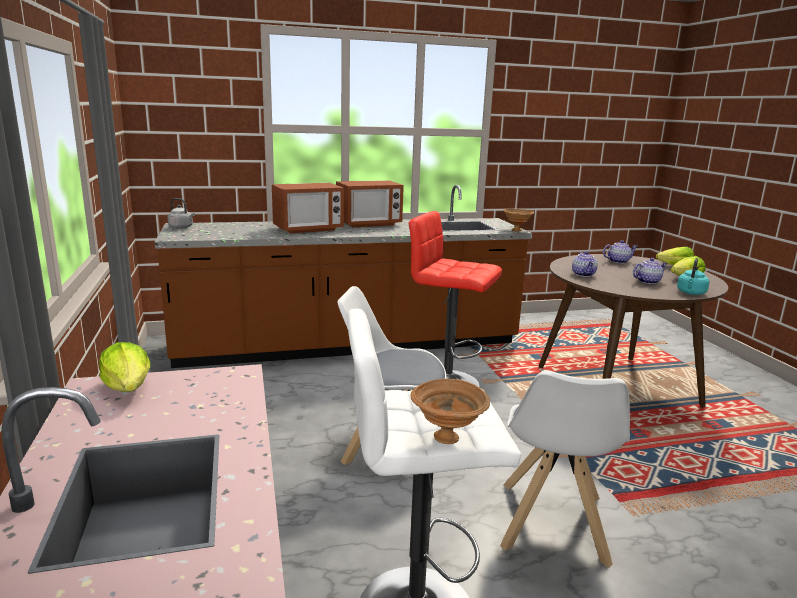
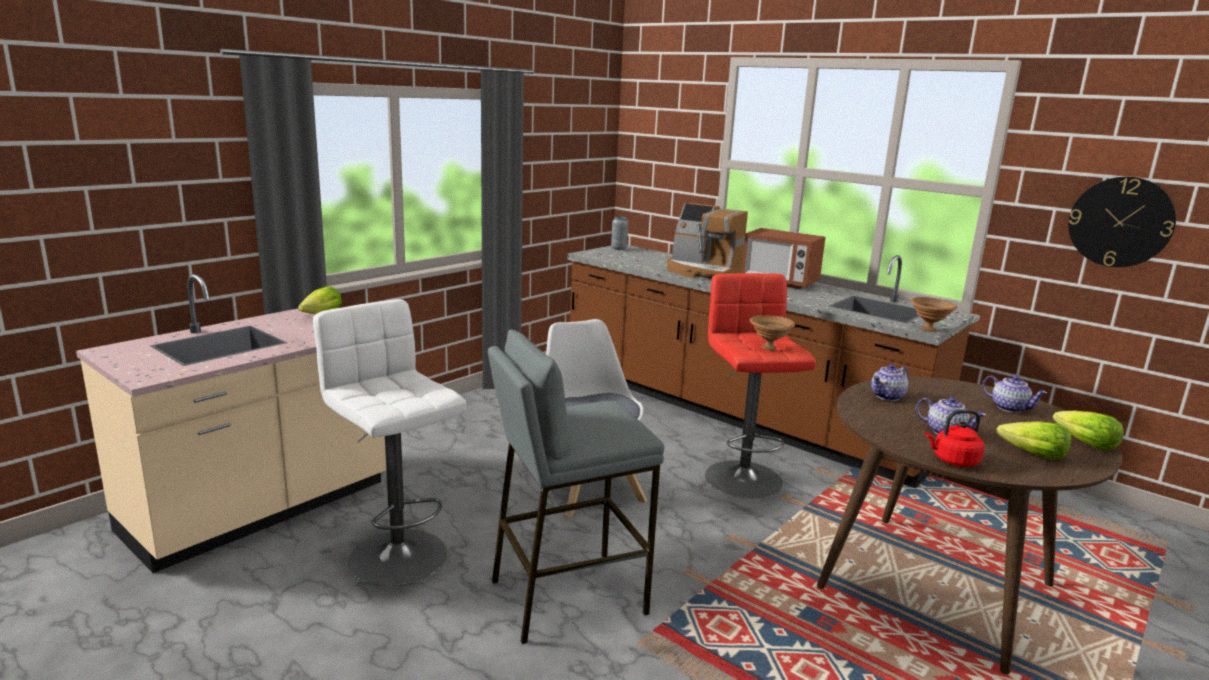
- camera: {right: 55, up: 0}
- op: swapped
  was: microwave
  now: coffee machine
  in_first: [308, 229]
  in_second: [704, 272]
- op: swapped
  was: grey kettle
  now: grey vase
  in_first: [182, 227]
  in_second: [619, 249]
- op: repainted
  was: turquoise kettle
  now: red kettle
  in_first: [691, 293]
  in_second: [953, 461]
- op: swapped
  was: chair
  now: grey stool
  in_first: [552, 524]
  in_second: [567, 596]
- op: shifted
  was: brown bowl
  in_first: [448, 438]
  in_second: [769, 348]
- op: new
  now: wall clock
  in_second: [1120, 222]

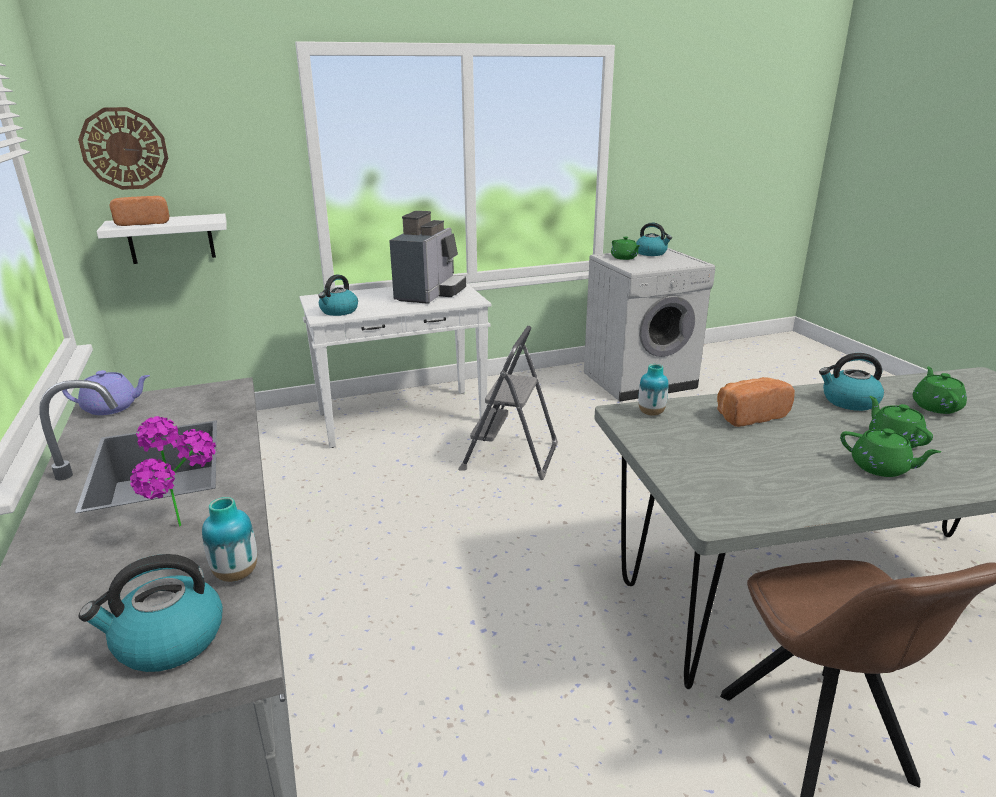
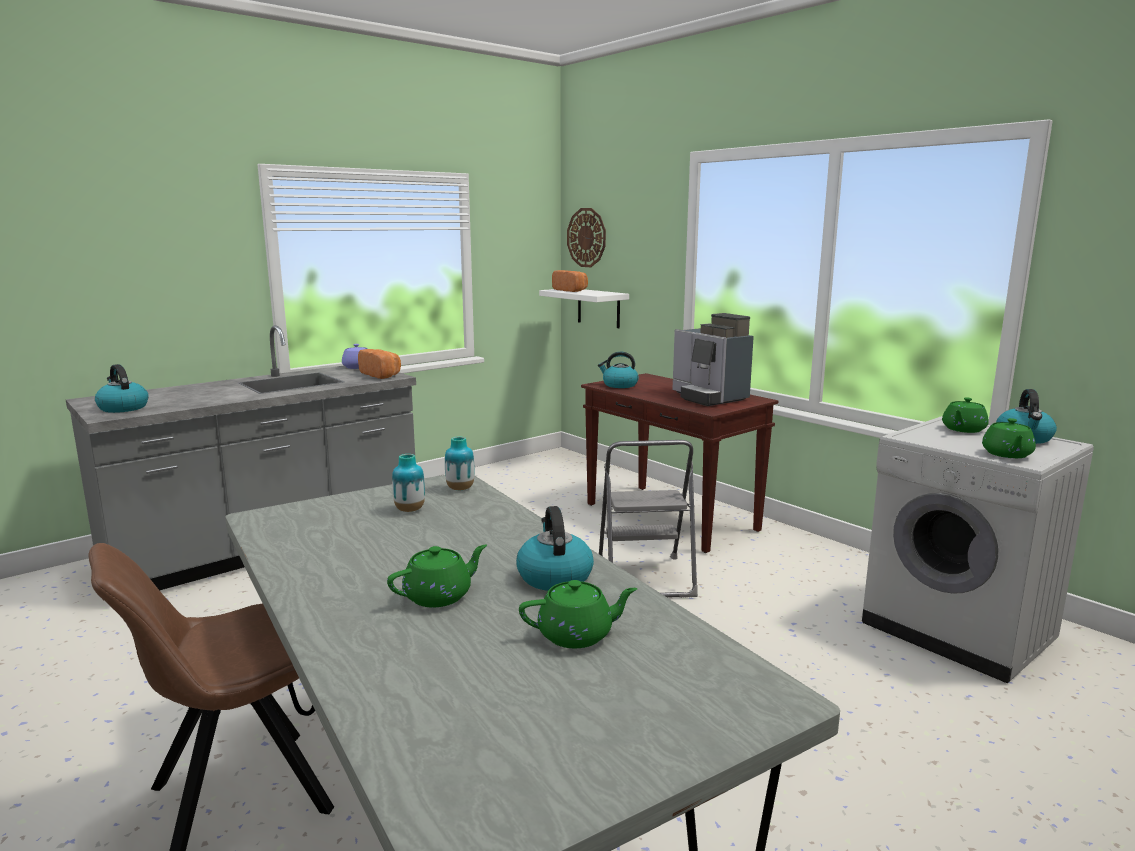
- camera: {right: 70, up: -10}
- op: rotated
  was: coffee machine
  in_first: [430, 294]
  in_second: [708, 397]
  clockwise: 60
- op: repainted
  was: white console table
  now: brown console table
  in_first: [403, 417]
  in_second: [672, 517]
- op: shifted
  was: bread
  in_first: [748, 415]
  in_second: [382, 375]
- op: gone
  was: potted plant
  in_first: [189, 530]
- op: shifted
  was: green teapot
  in_first: [881, 468]
  in_second: [1007, 454]
- op: shifted
  was: vase
  in_first: [236, 574]
  in_second: [410, 510]

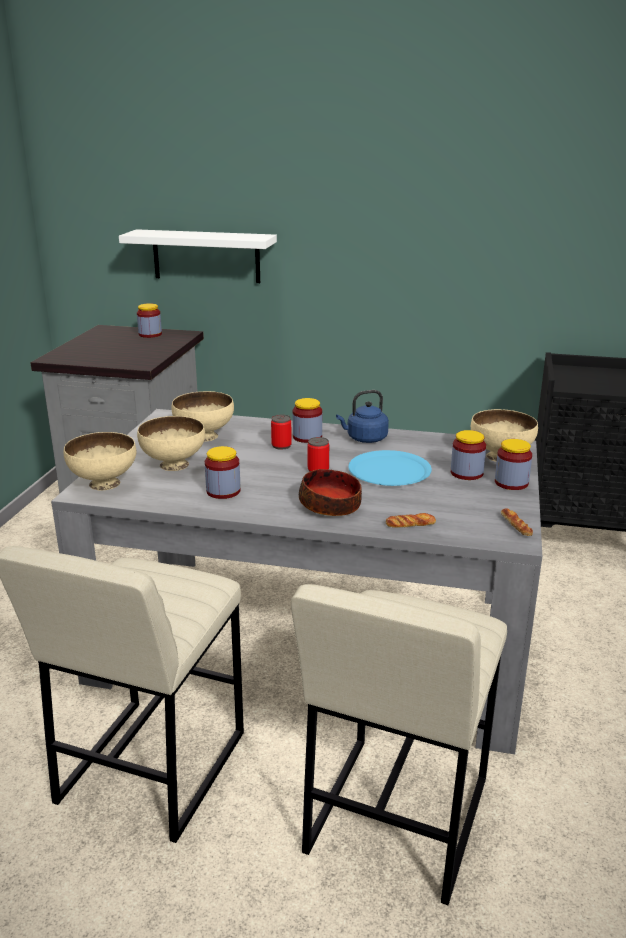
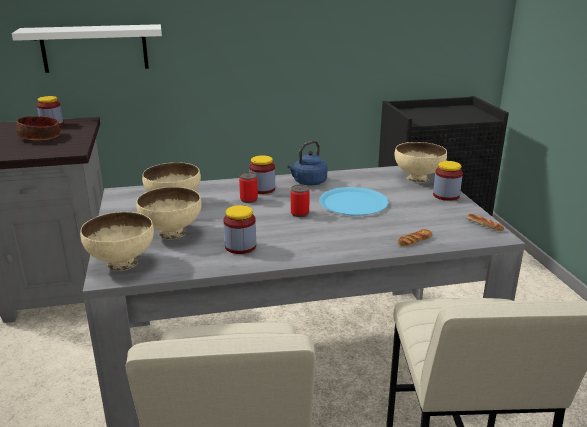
- camera: {right: -25, up: 0}
- op: gone
  was: jar
  in_first: [466, 473]
- op: shifted
  was: bowl
  in_first: [330, 506]
  in_second: [40, 137]

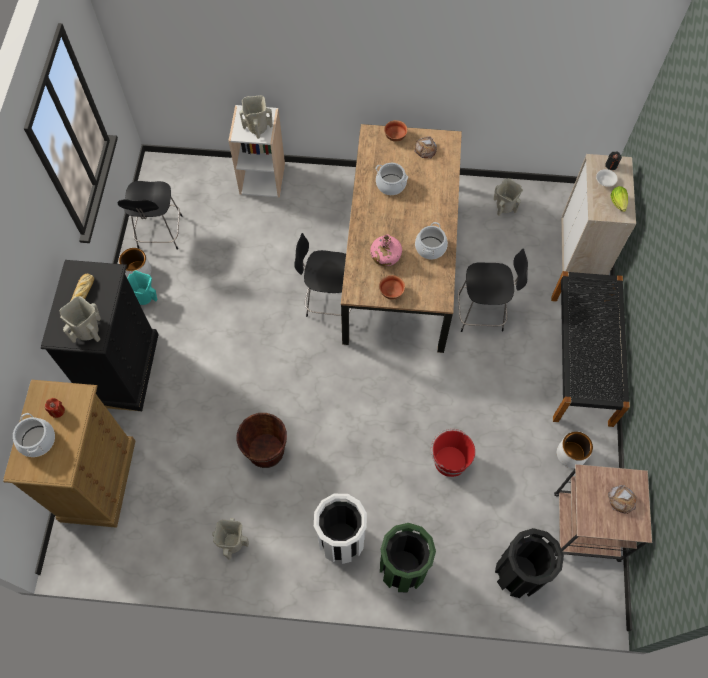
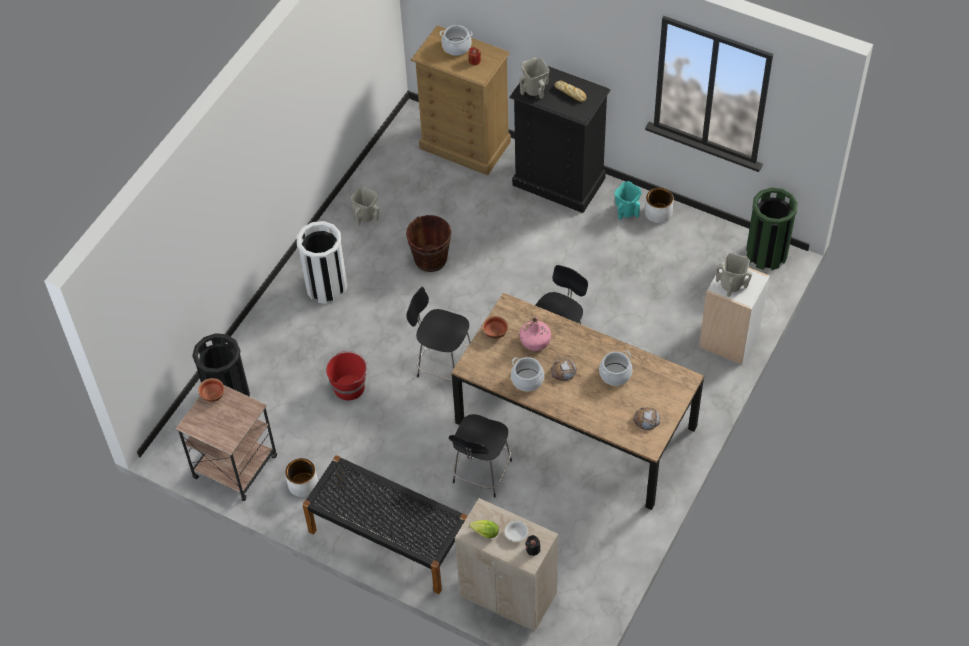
- camera: {right: 115, up: -10}
- op: shifted
  was: bowl
  in_first: [395, 136]
  in_second: [213, 395]
- op: gone
  was: beige vase
  in_first: [504, 207]
- op: shifted
  was: black chair
  in_first: [159, 233]
  in_second: [444, 366]
- op: shifted
  was: bread
  in_first: [621, 500]
  in_second: [563, 371]
- op: shifted
  was: green trash can
  in_first: [403, 568]
  in_second: [766, 254]

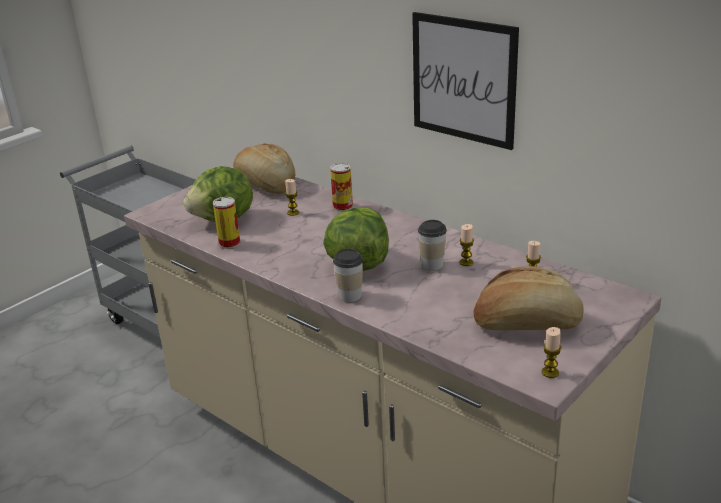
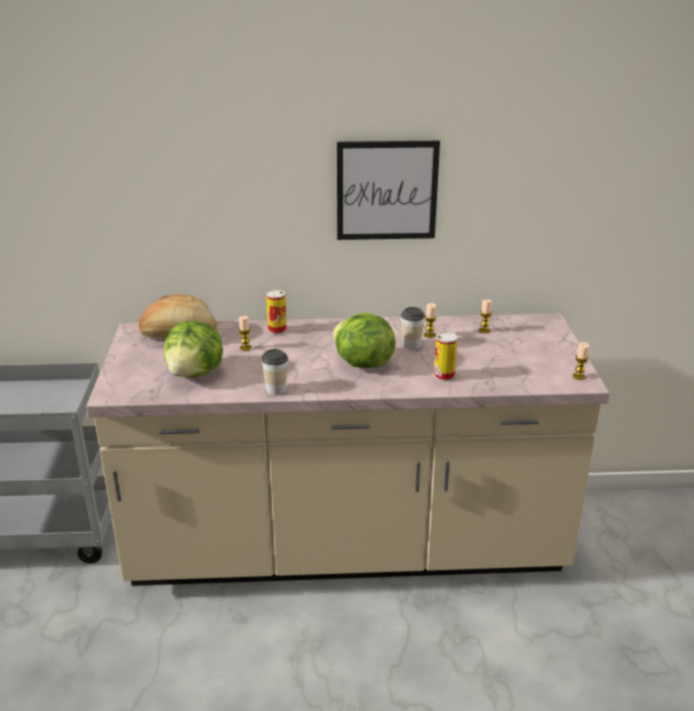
- camera: {right: -45, up: 0}
- op: shifted
  was: can
  in_first: [229, 243]
  in_second: [444, 376]
- op: shifted
  was: cup
  in_first: [350, 296]
  in_second: [276, 390]
- op: gone
  was: bread
  in_first: [527, 324]

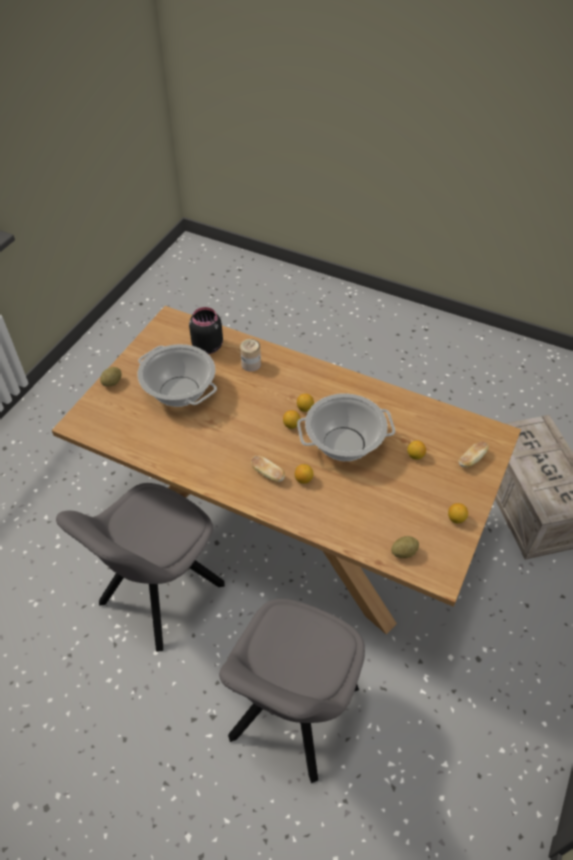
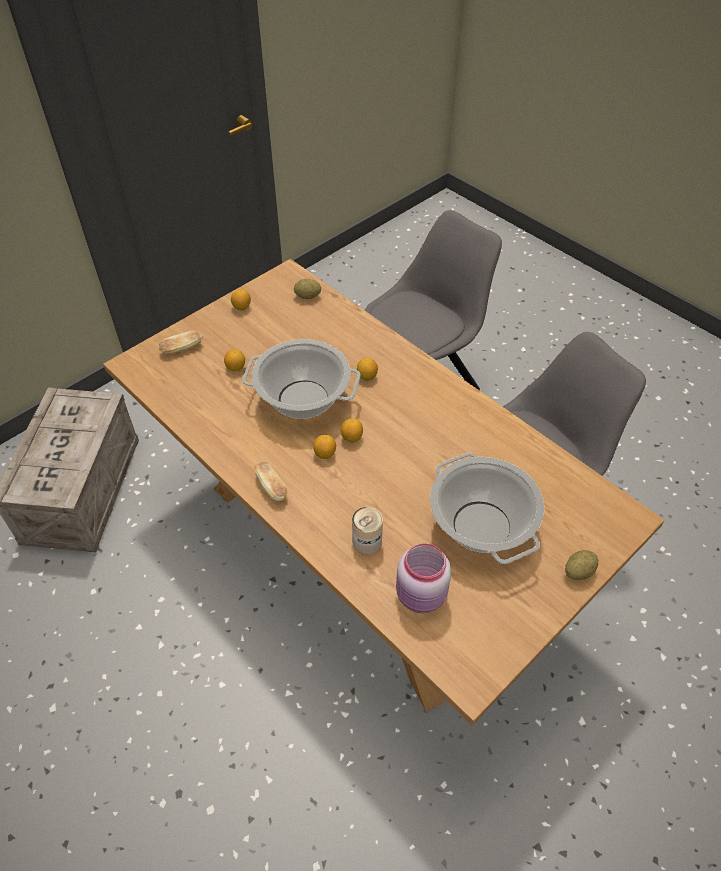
- camera: {right: -160, up: 0}
- op: repainted
  was: black jar
  now: pink jar
  in_first: [207, 346]
  in_second: [421, 596]
- op: shifted
  was: bread
  in_first: [268, 473]
  in_second: [272, 487]

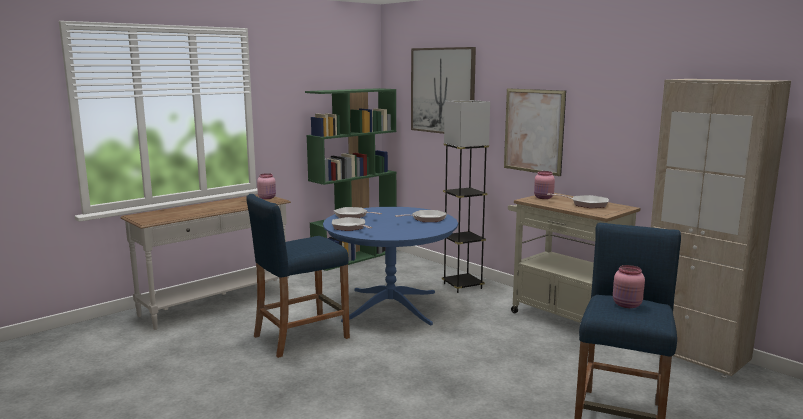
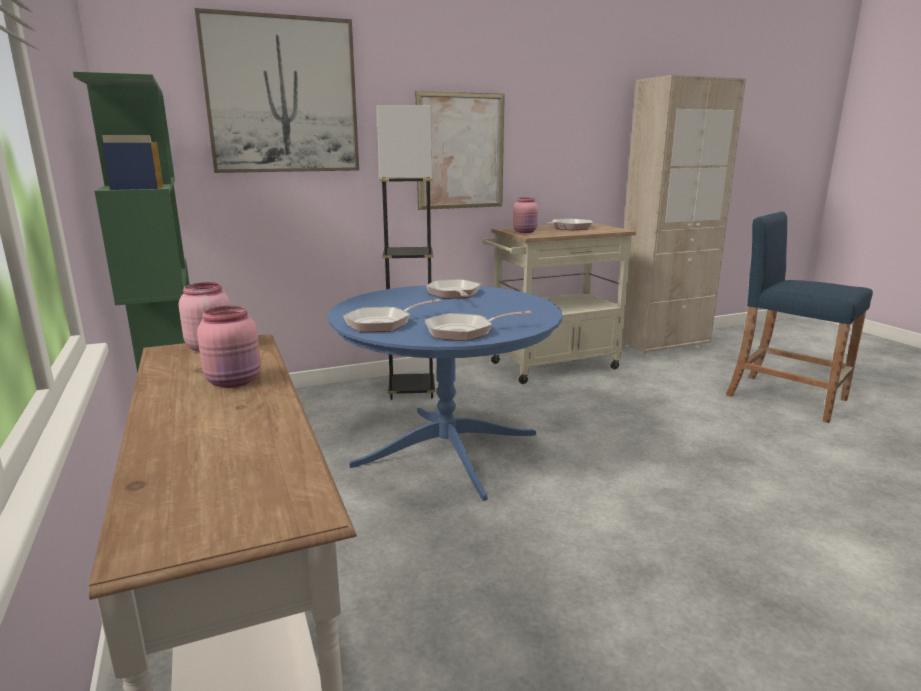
- camera: {right: -70, up: 5}
- op: gone
  was: blue stool
  in_first: [301, 337]
- op: shifted
  was: pink jar
  in_first: [627, 305]
  in_second: [235, 381]

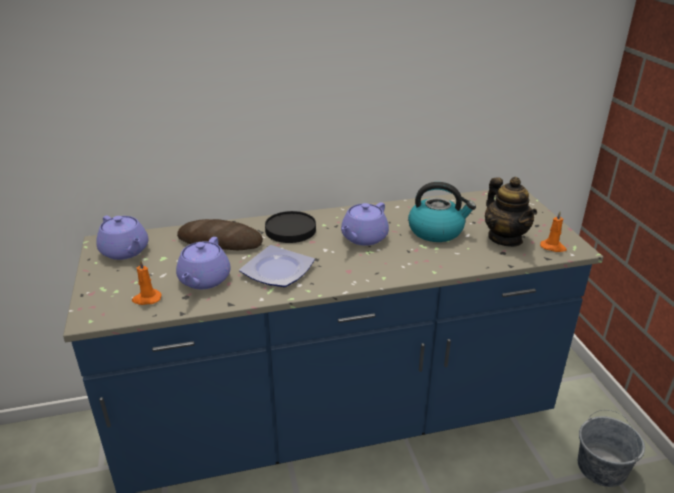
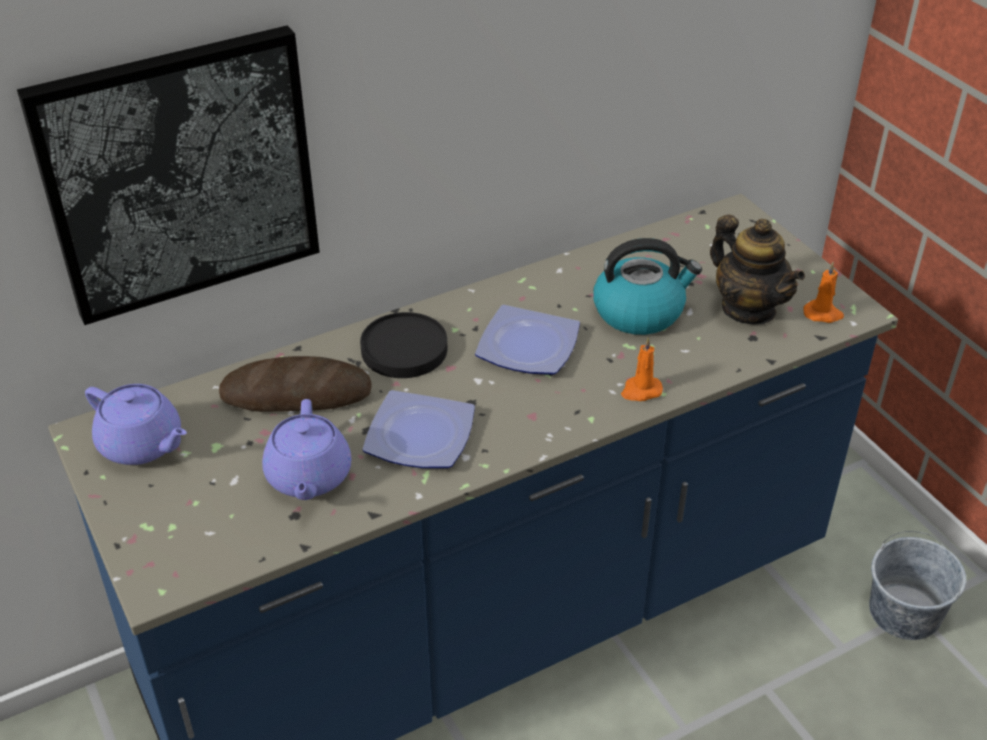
- camera: {right: -15, up: 10}
- op: swapped
  was: purple teapot
  now: plate
  in_first: [363, 238]
  in_second: [530, 346]
- op: shifted
  was: orange candle
  in_first: [146, 299]
  in_second: [640, 391]
- op: new
  now: picture
  in_second: [180, 174]

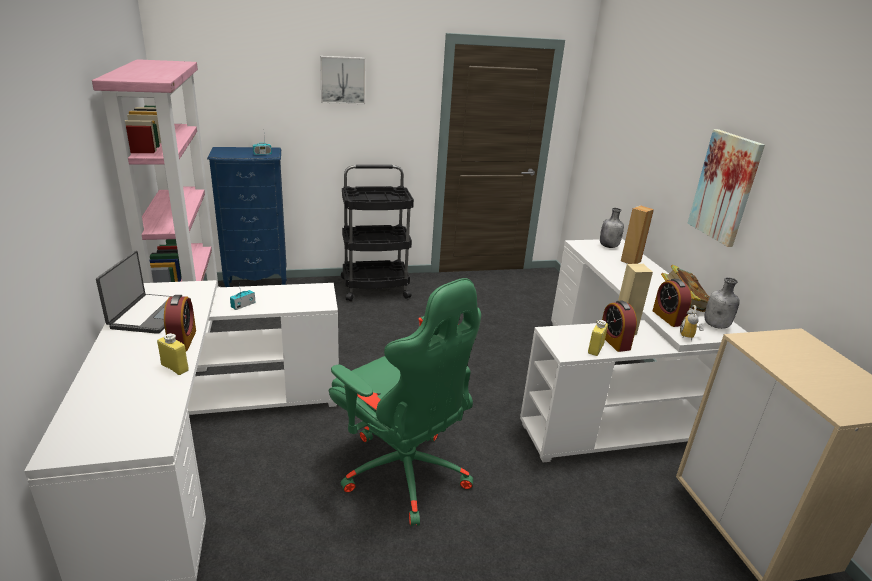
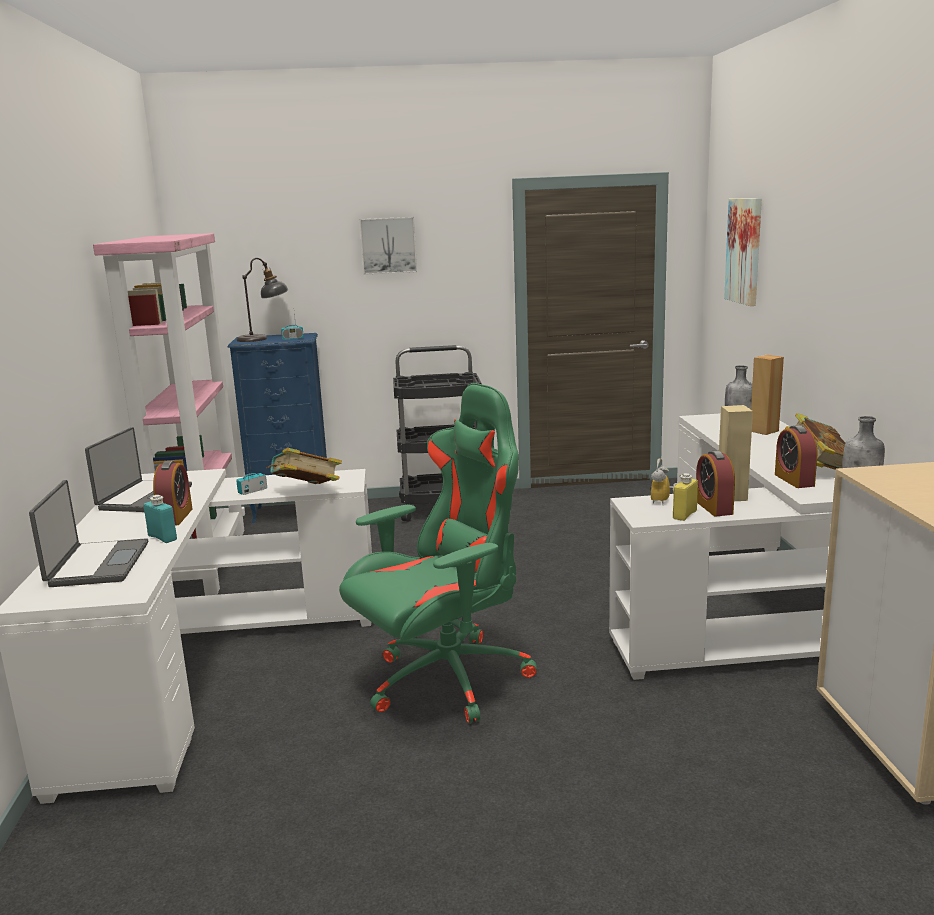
- camera: {right: 10, up: -10}
- op: shifted
  was: picture
  in_first: [725, 187]
  in_second: [744, 251]
- op: rotated
  was: green office chair
  in_first: [398, 467]
  in_second: [439, 684]
  clockwise: -90
- op: shifted
  was: alarm clock
  in_first: [689, 337]
  in_second: [664, 502]
- op: repainted
  was: yellow bottle
  now: turquoise bottle
  in_first: [175, 368]
  in_second: [162, 538]
- op: new
  now: grey table lamp
  in_second: [264, 337]
- op: new
  now: book
  in_second: [306, 491]
- op: new
  now: laptop
  in_second: [96, 565]

